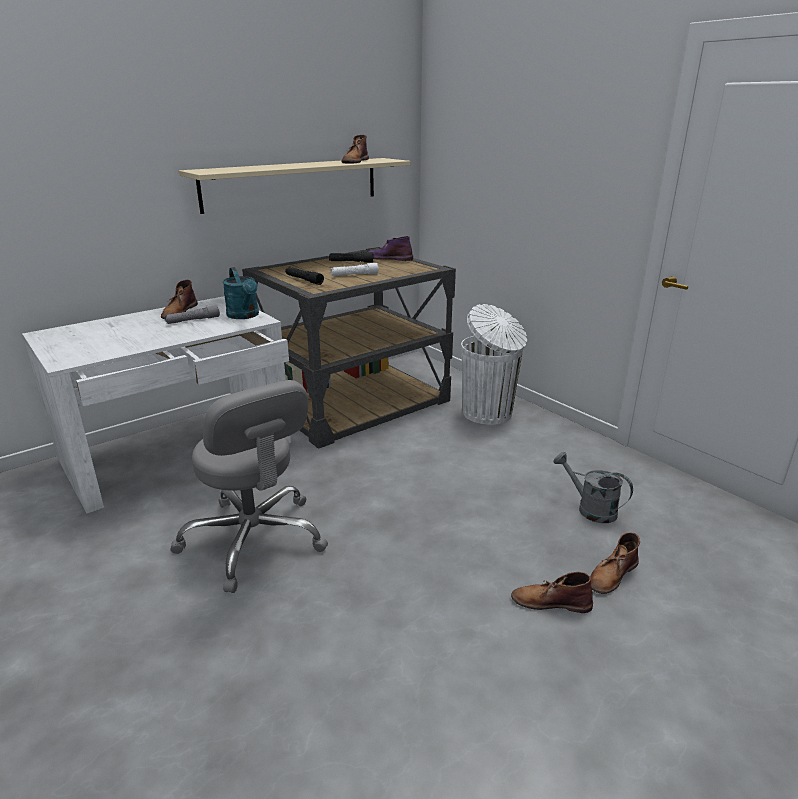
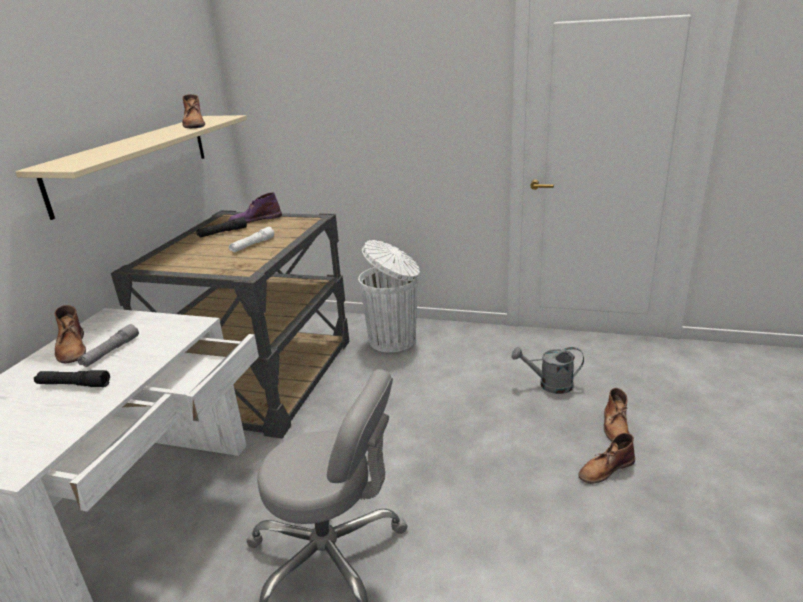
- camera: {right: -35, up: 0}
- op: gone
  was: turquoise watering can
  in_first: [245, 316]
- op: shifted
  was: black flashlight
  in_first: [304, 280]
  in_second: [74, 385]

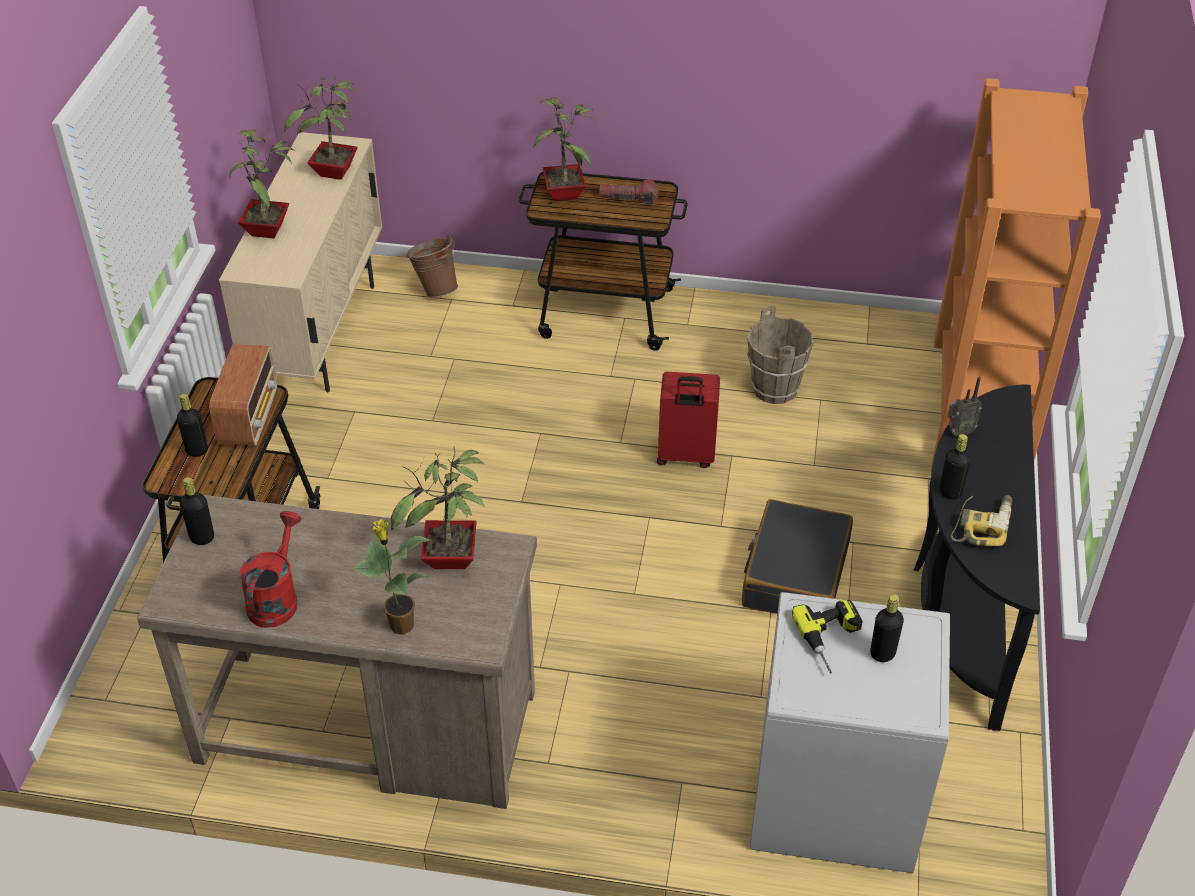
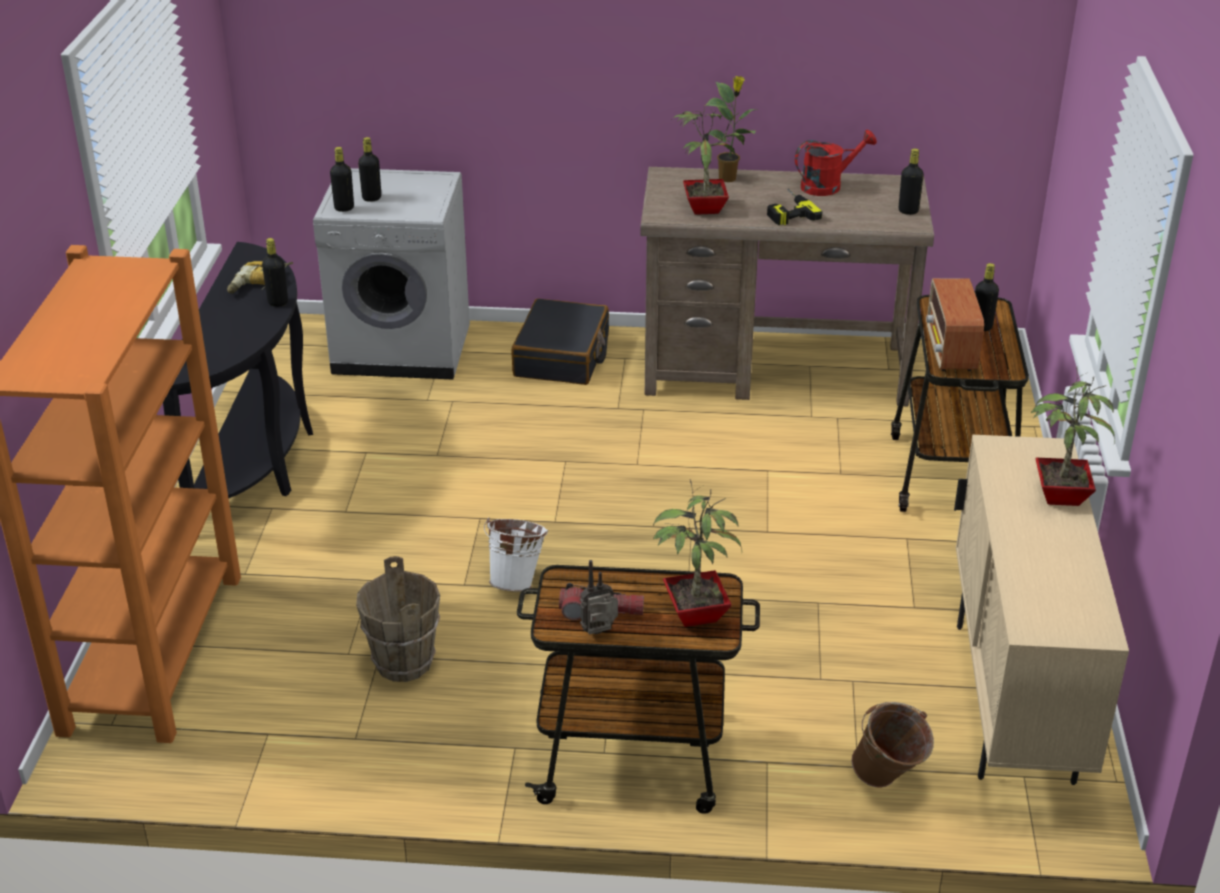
- camera: {right: 175, up: -10}
- op: gone
  was: potted plant
  in_first: [334, 173]
- op: swapped
  was: red suitcase
  now: white bucket
  in_first: [685, 456]
  in_second: [517, 581]
- op: shifted
  was: radio
  in_first: [958, 432]
  in_second: [600, 634]
- op: shifted
  was: black suitcase
  in_first: [795, 574]
  in_second: [562, 357]
- op: rotated
  was: red watering can
  in_first: [276, 598]
  in_second: [828, 186]
  clockwise: -120
- op: shifted
  was: power drill
  in_first: [833, 640]
  in_second: [787, 211]
- op: new
  now: black bottle
  in_second: [344, 208]

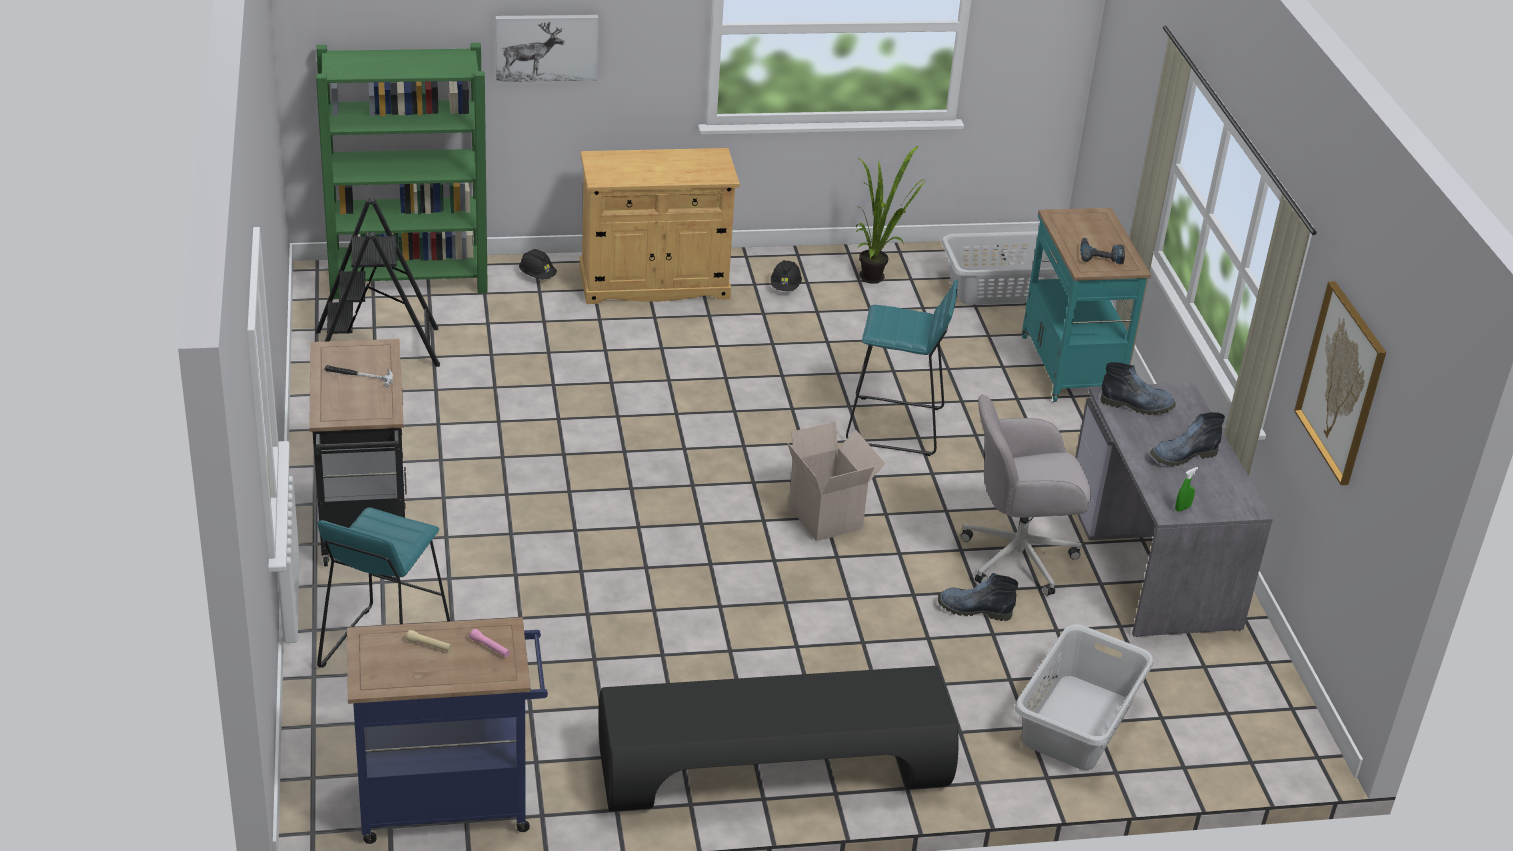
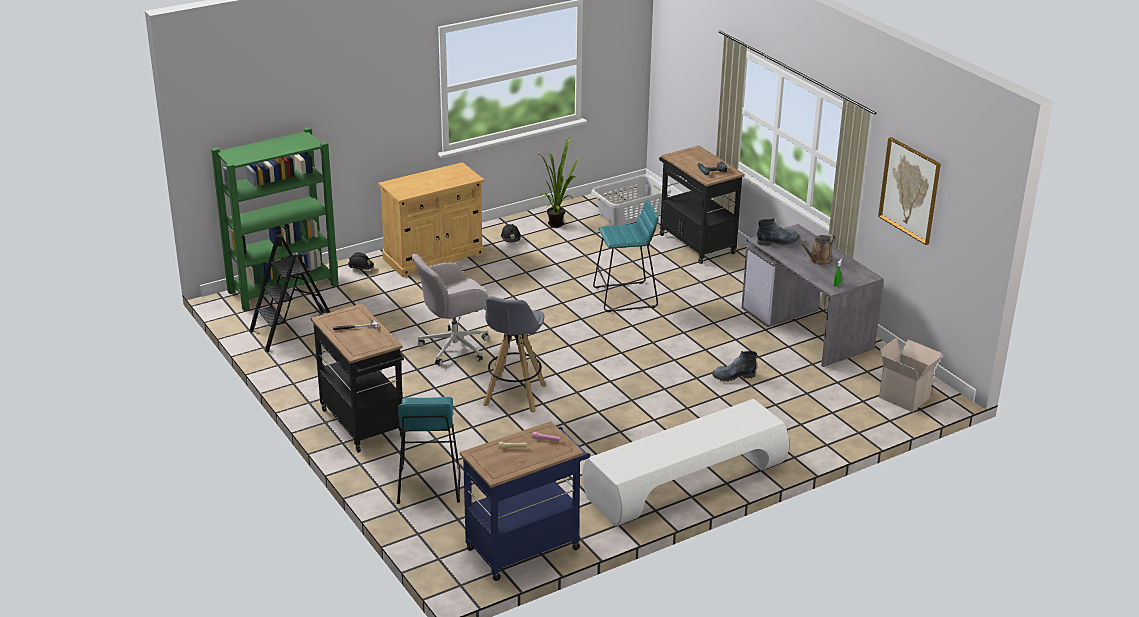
- camera: {right: -20, up: -5}
- op: gone
  was: picture
  in_first: [546, 47]
- op: repainted
  was: turquoise cart
  now: black cart
  in_first: [1068, 365]
  in_second: [695, 243]
- op: shifted
  was: grey office chair
  in_first: [1016, 558]
  in_second: [454, 348]
- op: swapped
  was: boot
  now: brown watering can
  in_first: [1182, 456]
  in_second: [818, 260]
- op: shifted
  was: cardboard box
  in_first: [828, 517]
  in_second: [905, 397]
- op: gone
  was: grey laundry basket
  in_first: [1078, 722]
- op: repainted
  was: black bench
  now: white bench
  in_first: [773, 768]
  in_second: [685, 481]
- op: new
  now: grey stool
  in_second: [513, 396]

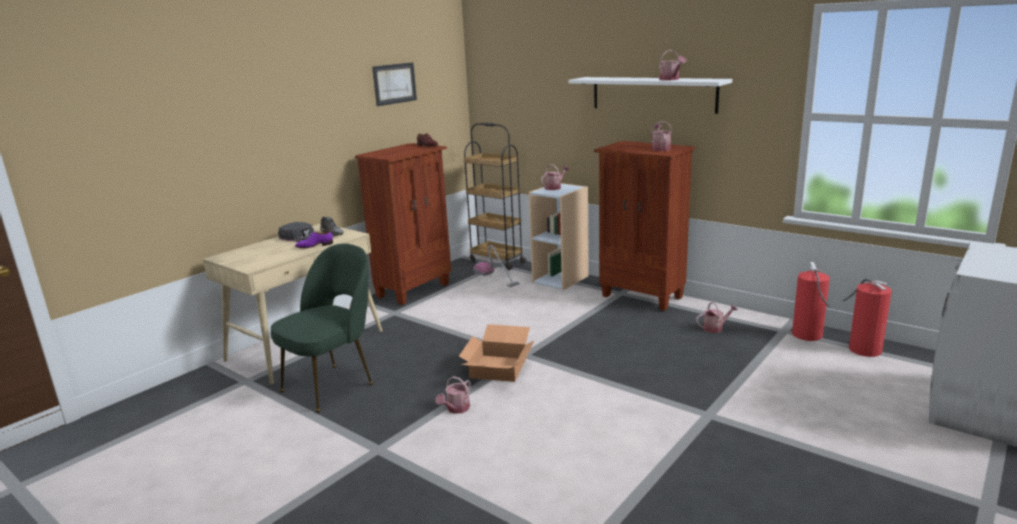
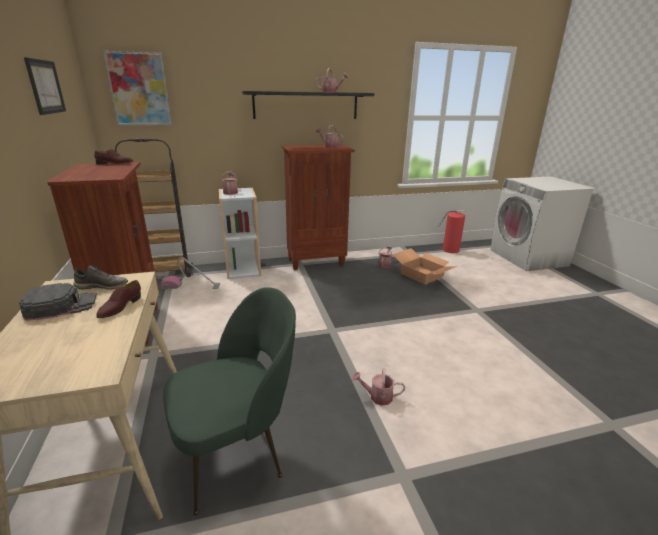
- camera: {right: -55, up: 5}
- op: repainted
  was: white shelf
  now: black shelf
  in_first: [653, 94]
  in_second: [306, 105]
- op: repainted
  was: purple shoe
  now: brown shoe
  in_first: [314, 246]
  in_second: [120, 307]
- op: rotated
  was: green chair
  in_first: [334, 385]
  in_second: [239, 458]
  clockwise: 75
- op: gone
  was: fire extinguisher
  in_first: [807, 335]
- op: shifted
  was: cardboard box
  in_first: [497, 367]
  in_second: [421, 275]
- op: rotated
  was: watering can
  in_first: [456, 409]
  in_second: [377, 397]
  clockwise: 120
- op: new
  now: picture
  in_second: [139, 89]

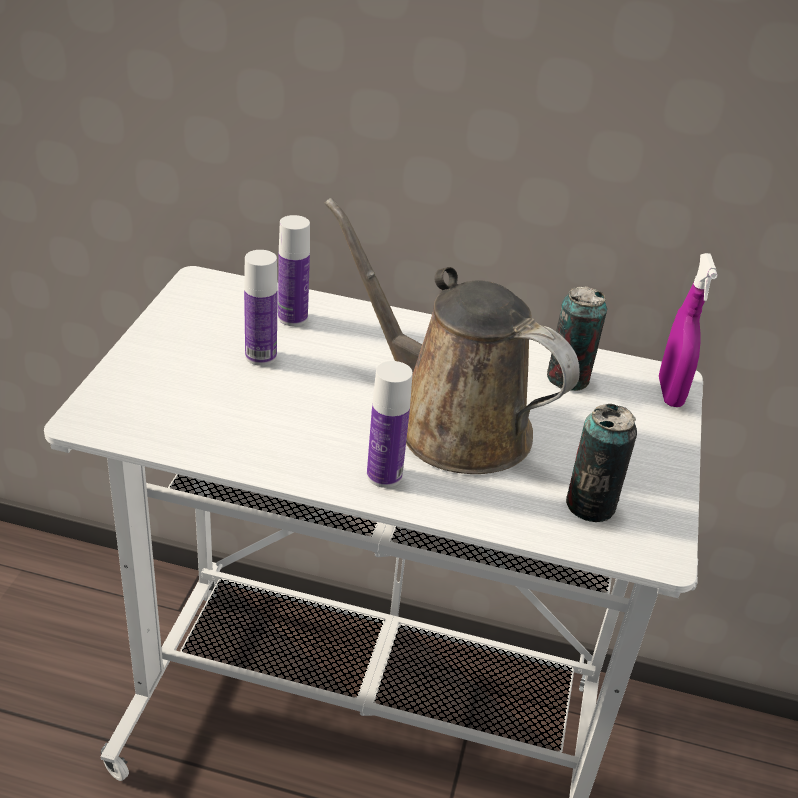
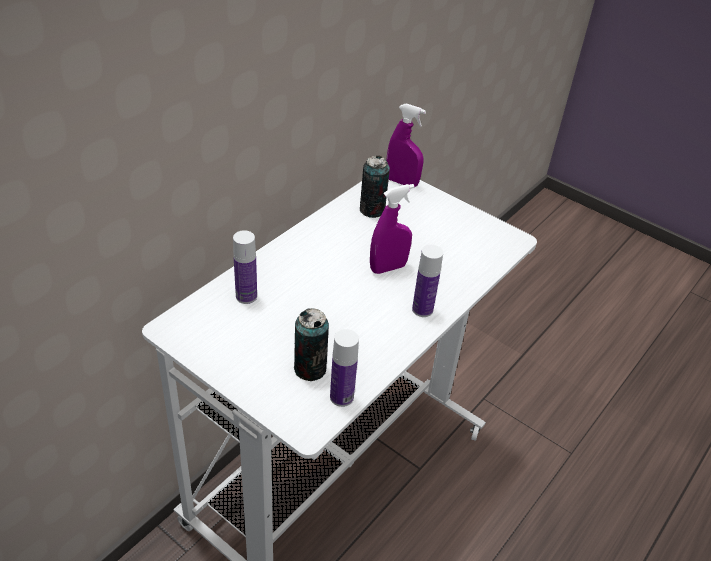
- camera: {right: -65, up: 5}
- op: swapped
  was: brown watering can
  now: purple spray bottle
  in_first: [450, 422]
  in_second: [388, 268]
- op: shifted
  was: bottle
  in_first: [261, 356]
  in_second: [341, 397]
- op: shifted
  was: can
  in_first: [590, 505]
  in_second: [310, 369]

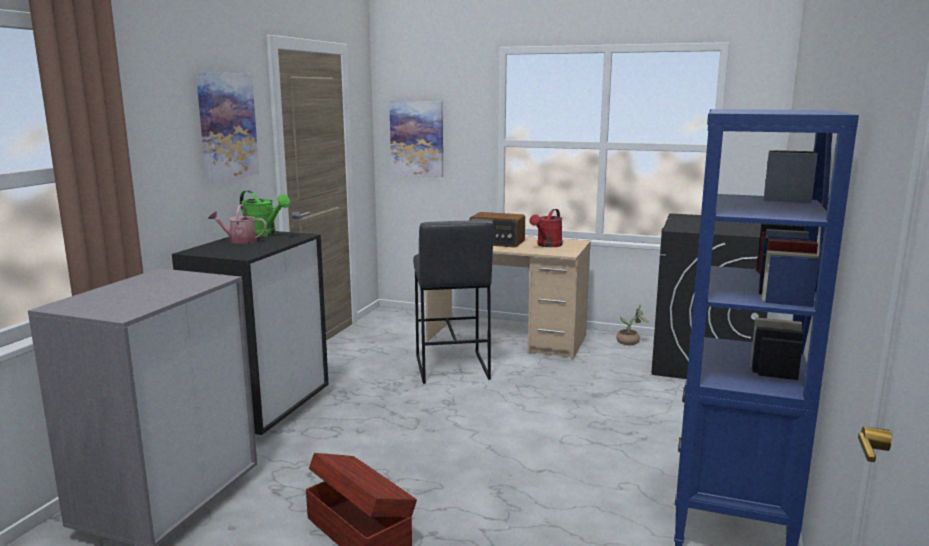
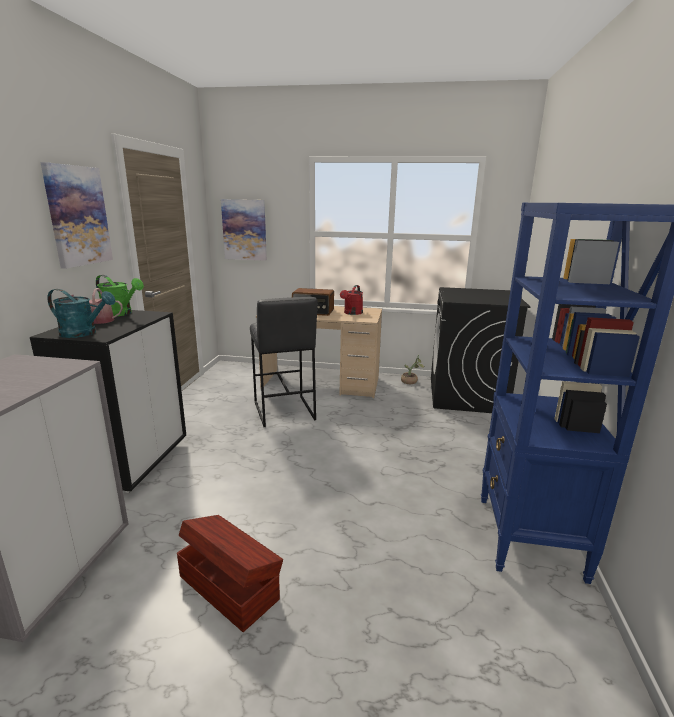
- camera: {right: -10, up: 5}
- op: new
  now: turquoise watering can
  in_second: [84, 333]

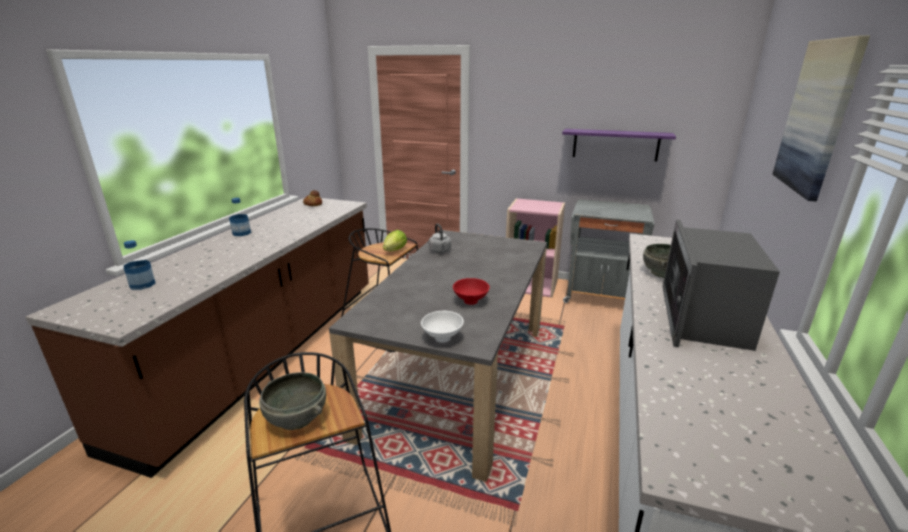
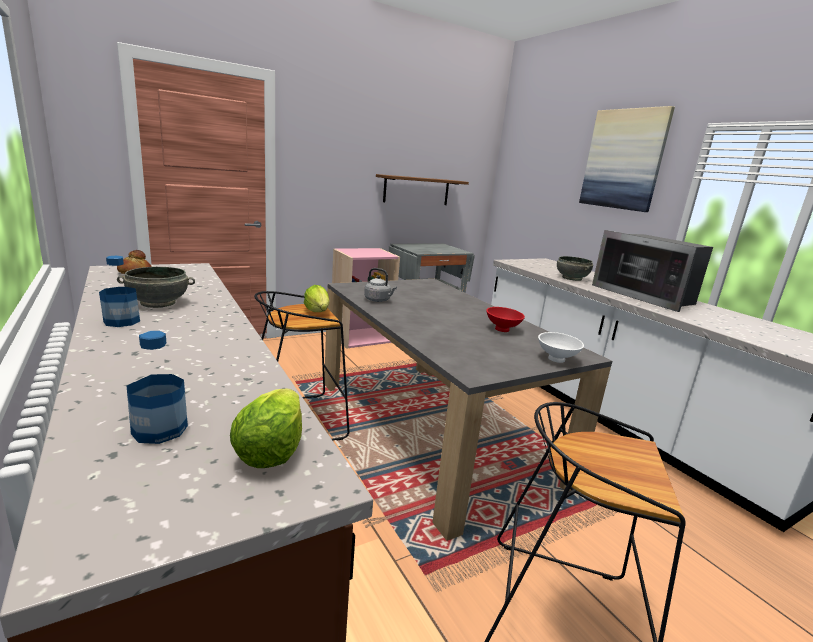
- camera: {right: -50, up: -5}
- op: repainted
  was: purple shelf
  now: brown shelf
  in_first: [615, 145]
  in_second: [416, 190]
- op: shifted
  was: grey bowl
  in_first: [296, 418]
  in_second: [158, 303]
- op: new
  now: lettuce
  in_second: [271, 451]

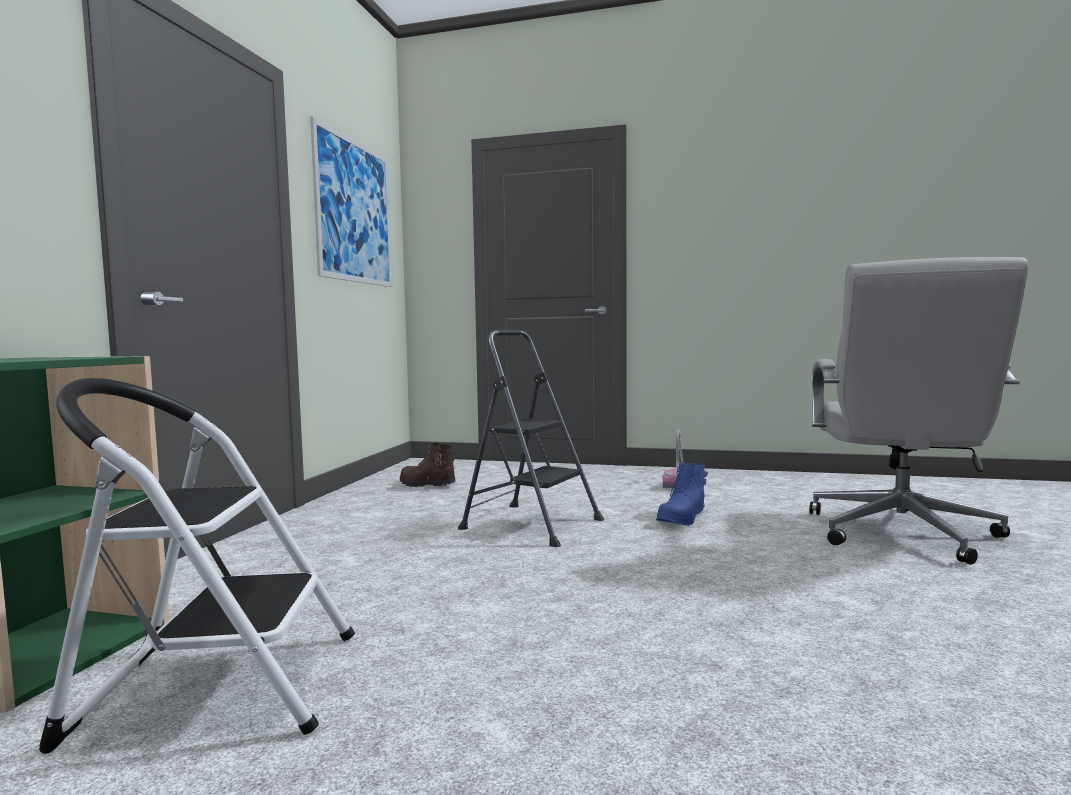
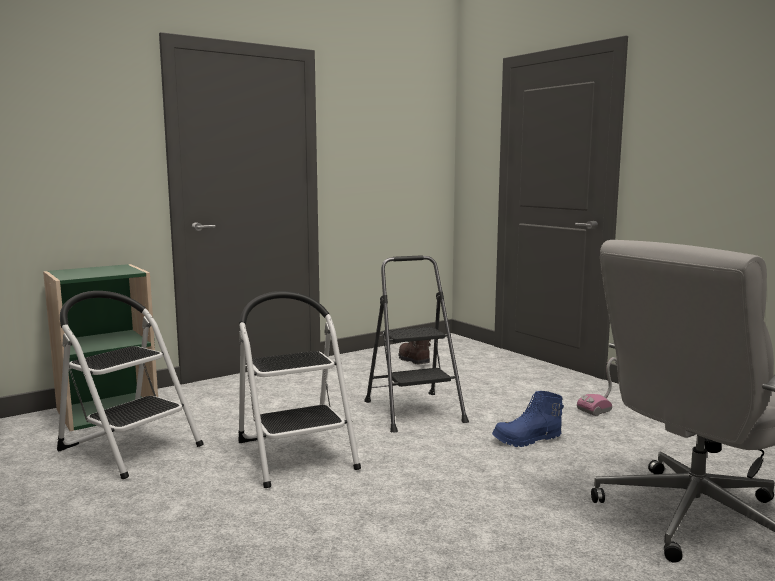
- camera: {right: 40, up: 5}
- op: gone
  was: picture
  in_first: [354, 211]
- op: new
  now: step ladder
  in_second: [295, 453]

